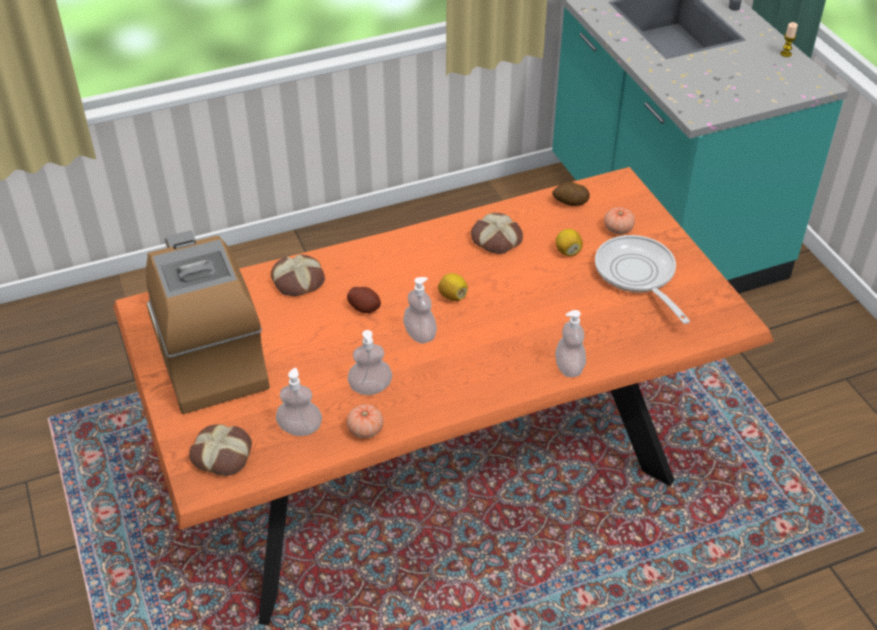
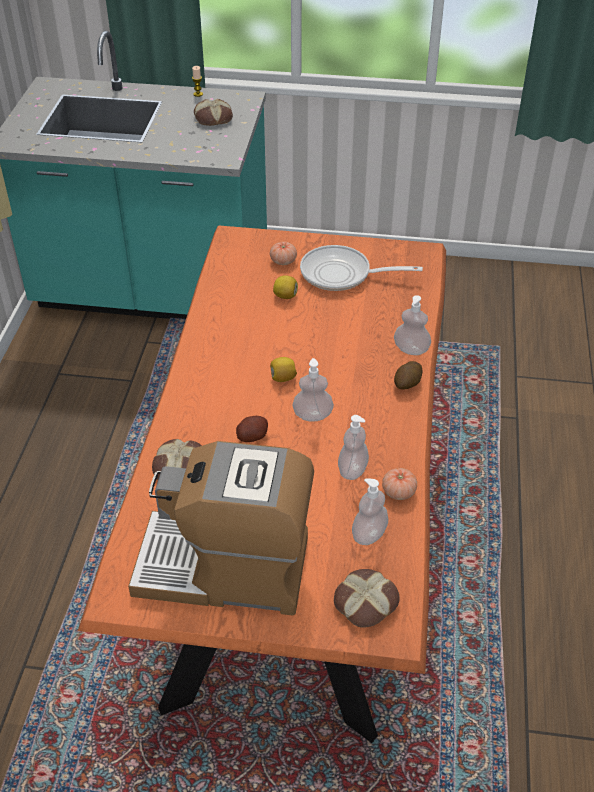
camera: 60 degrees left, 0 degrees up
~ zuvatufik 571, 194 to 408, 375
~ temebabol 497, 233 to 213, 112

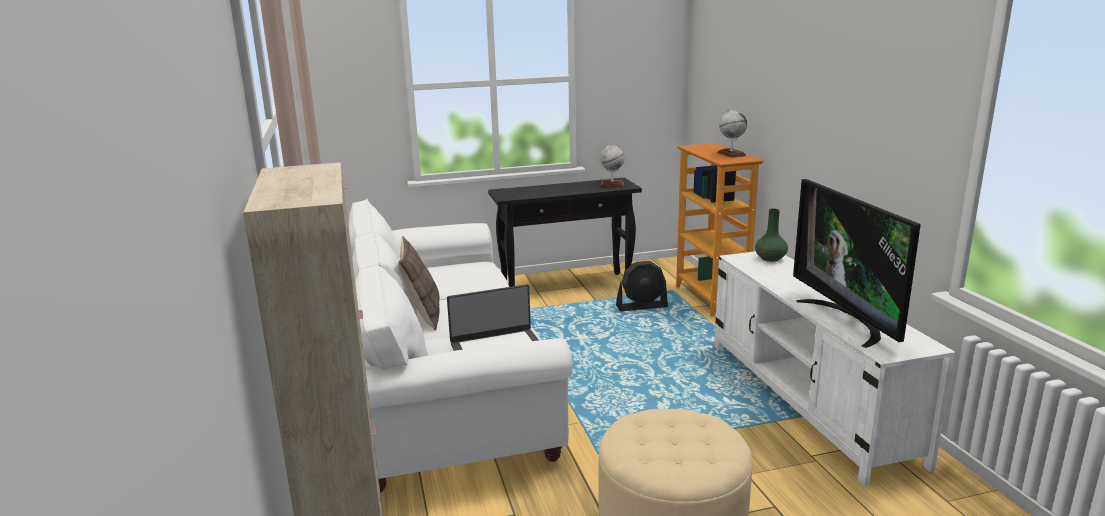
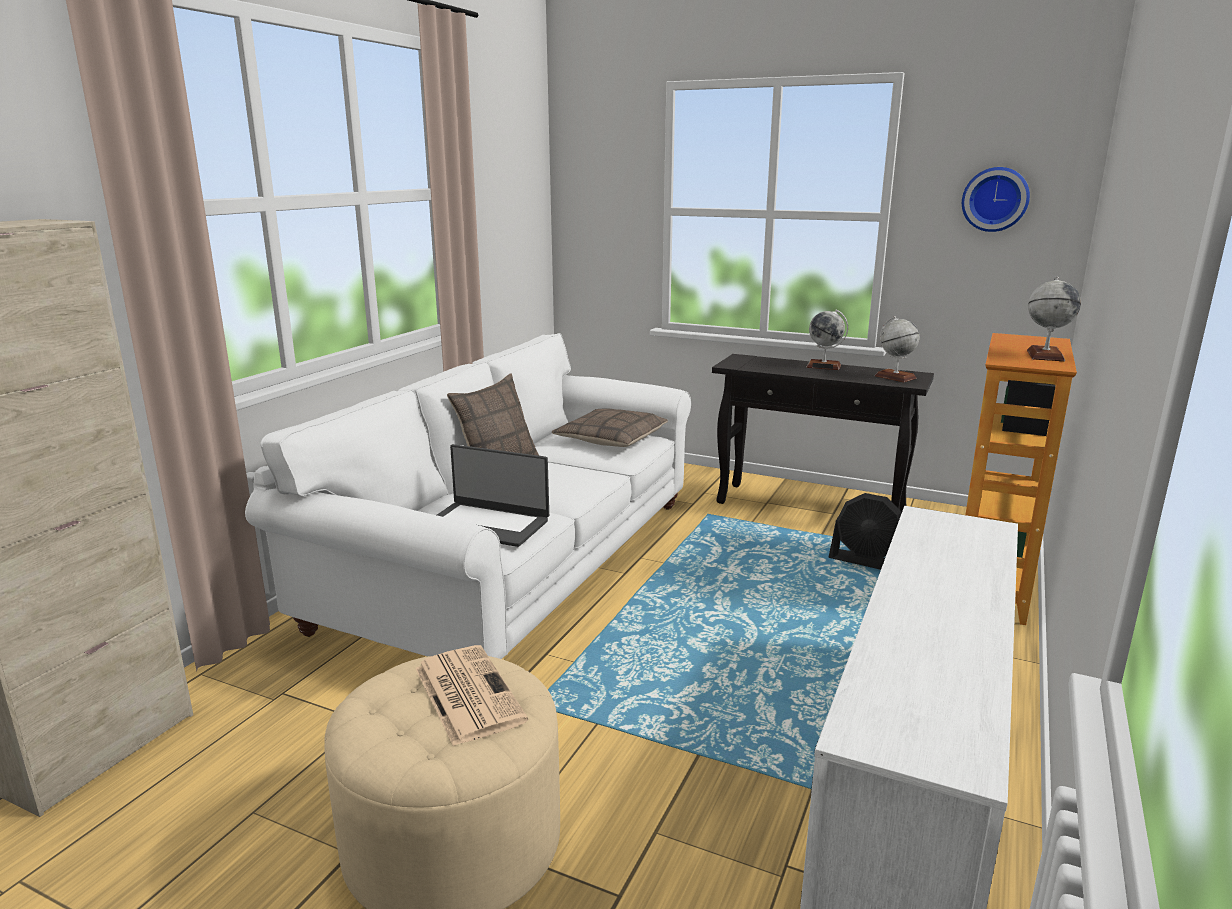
camera: 40 degrees right, 0 degrees up
- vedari 857, 263
- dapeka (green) 771, 235
+ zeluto 996, 199
+ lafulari 827, 340
+ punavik 610, 427
+ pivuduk 471, 695

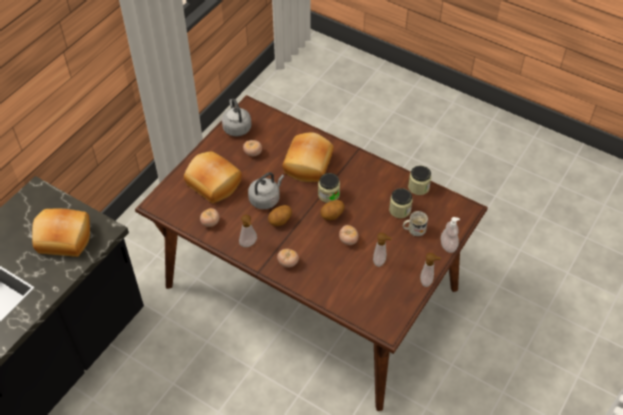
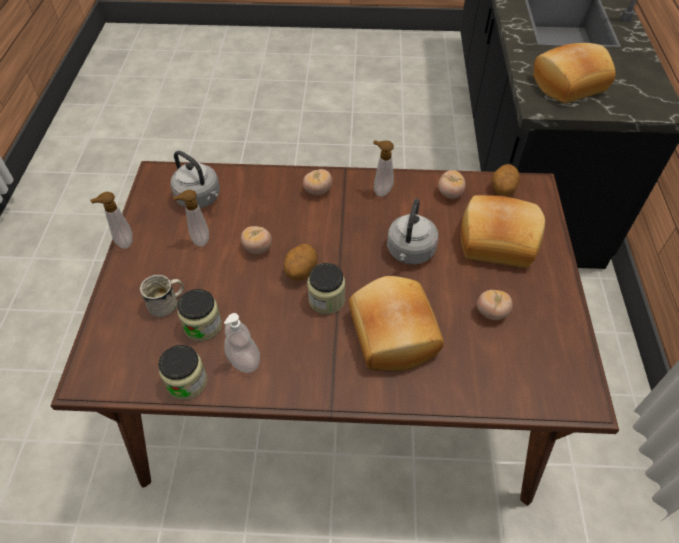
camera: 150 degrees right, 0 degrees up
~ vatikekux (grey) 237, 117 to 195, 179
~ zuvatufik 280, 215 to 506, 180
~ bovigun 450, 235 to 242, 343

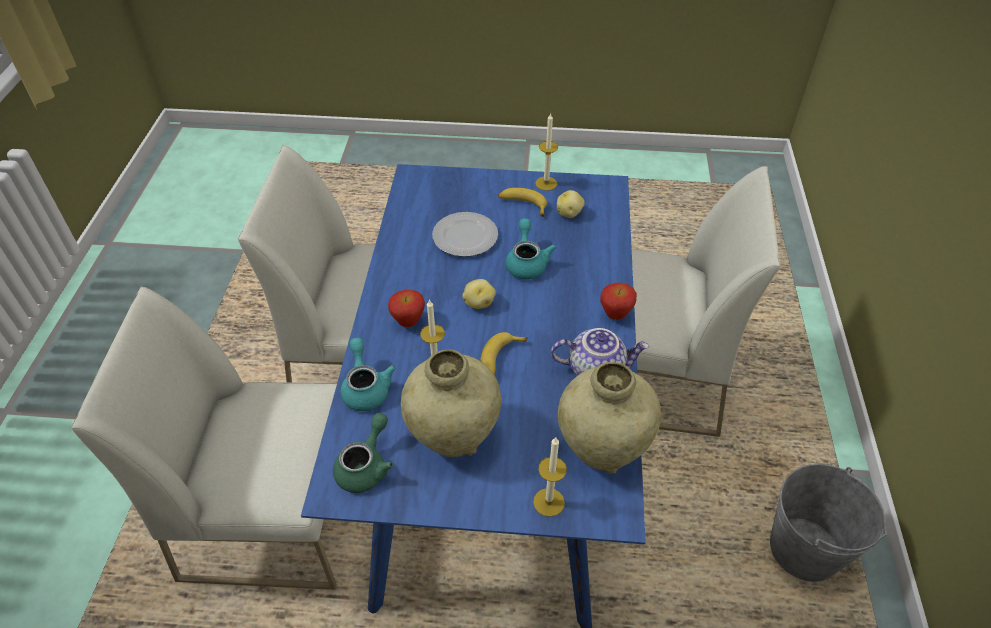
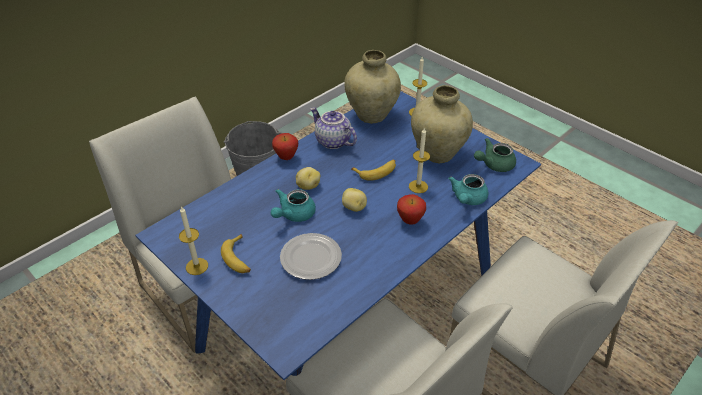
camera: 140 degrees left, 5 degrees down
~ zuvatufik 571, 204 to 308, 178

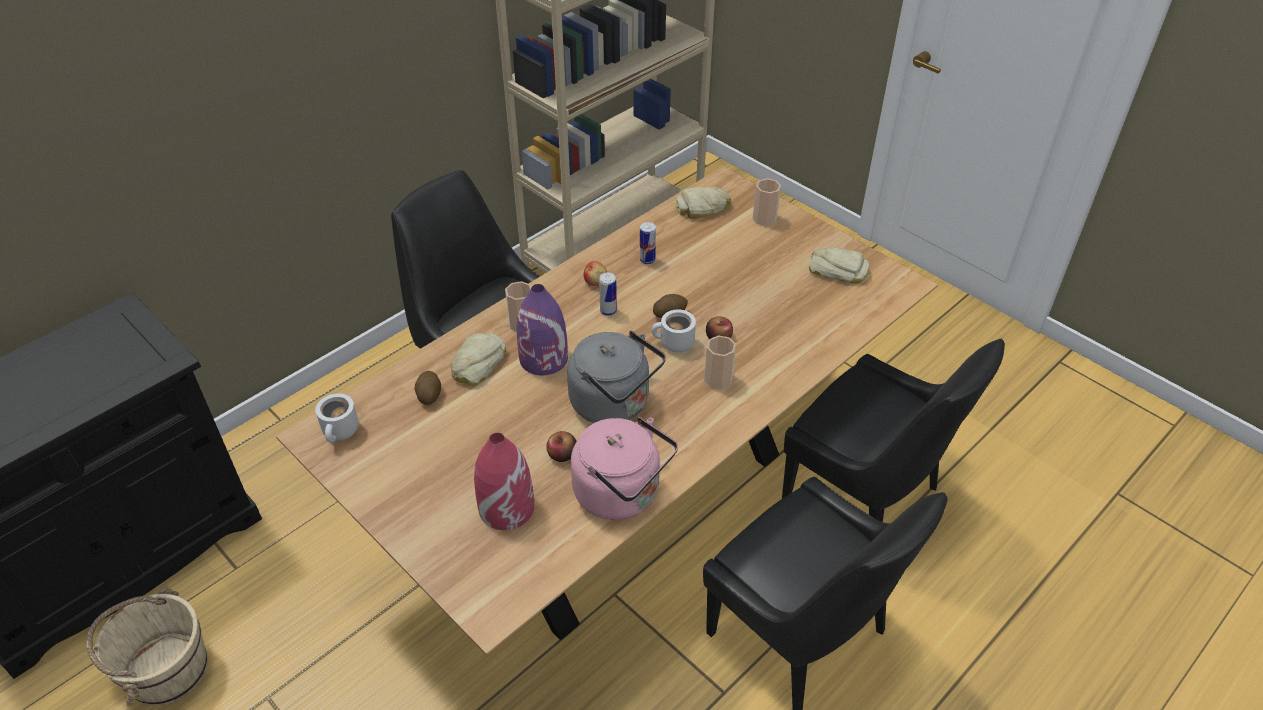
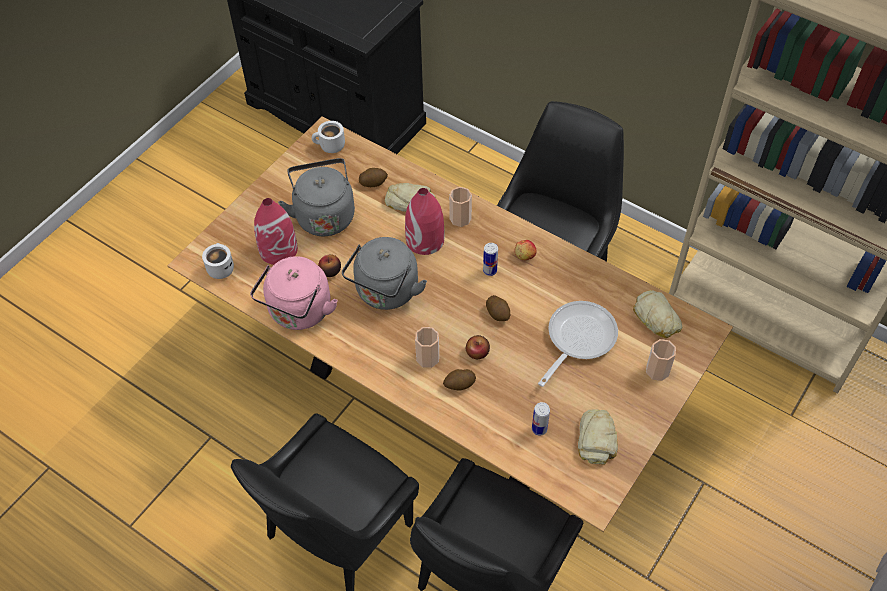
camera: 80 degrees right, 10 degrees up
~ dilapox 648, 243 to 541, 419
~ dapeka (purple) 542, 329 to dapeka (red) 425, 221
~ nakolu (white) 673, 330 to 218, 261
- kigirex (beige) 147, 646
+ vatikekux (grey) 316, 197
+ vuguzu 578, 344
+ zuvatufik 459, 379

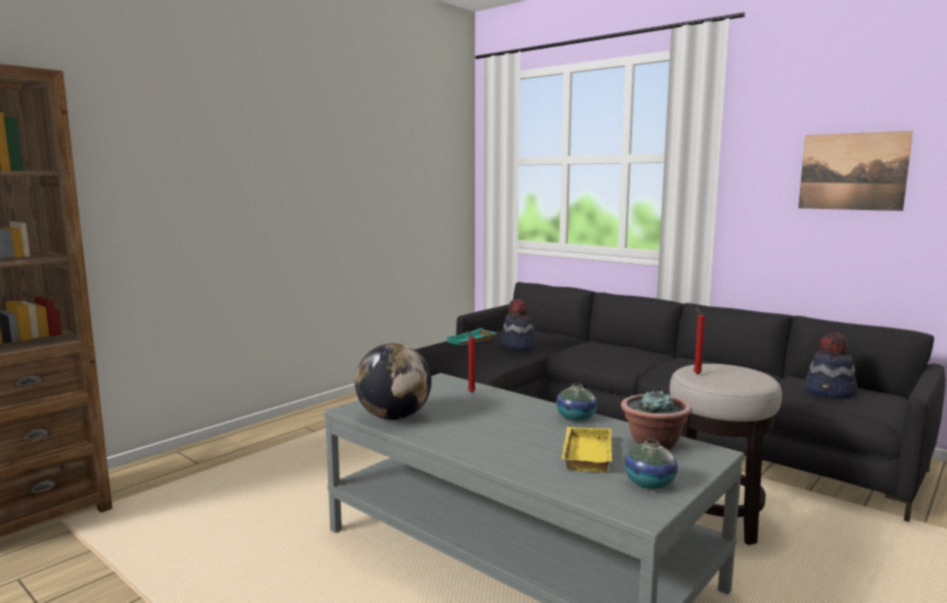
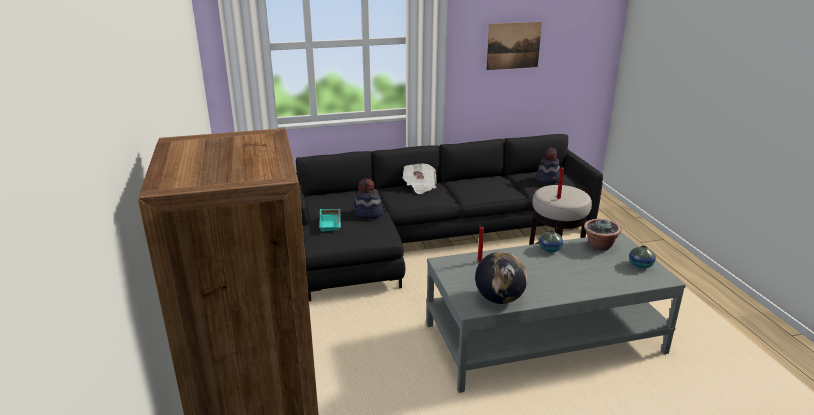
camera: 55 degrees left, 15 degrees up
- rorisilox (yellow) 587, 449
+ pivuduk 419, 179

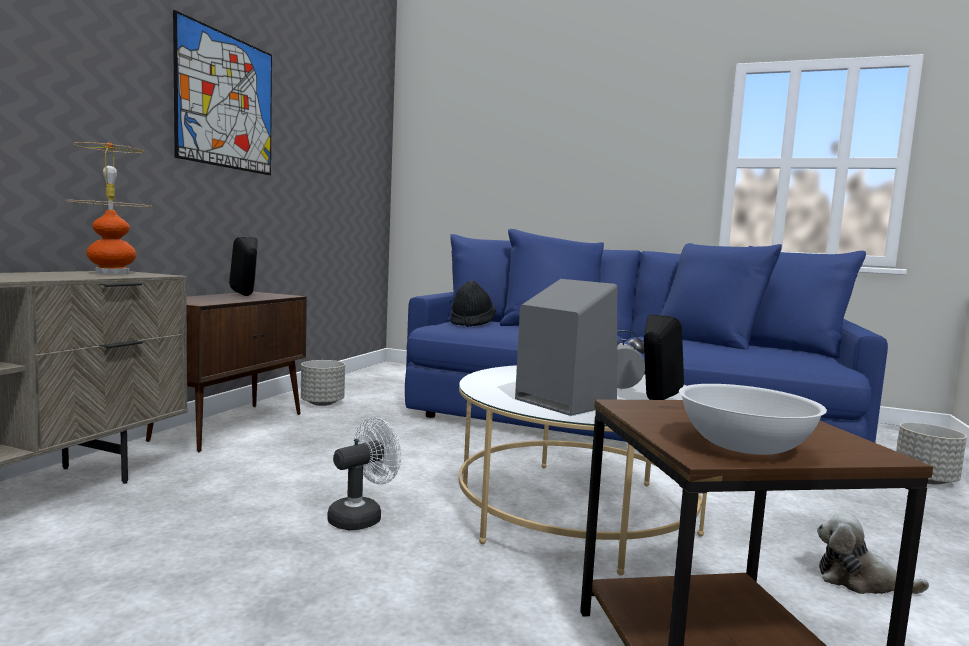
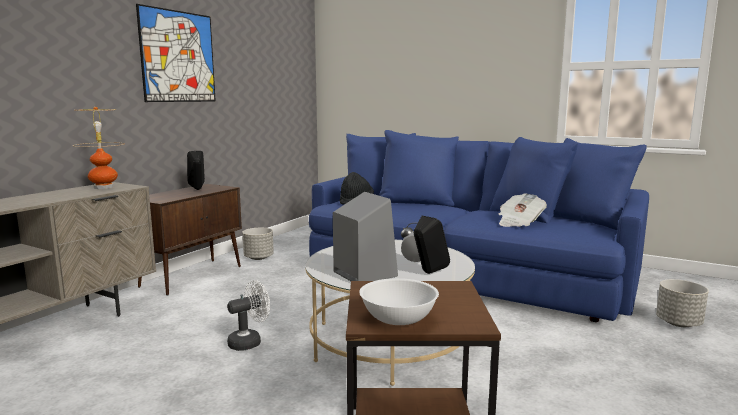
camera: 10 degrees right, 5 degrees up
- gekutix 873, 553
+ pivuduk 522, 210

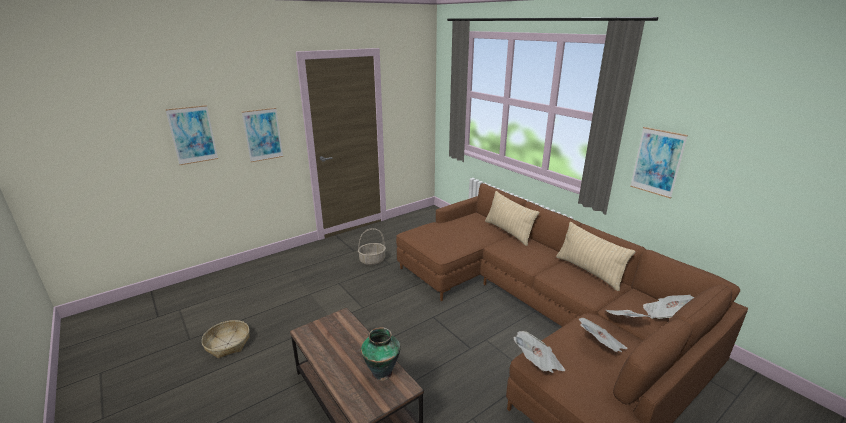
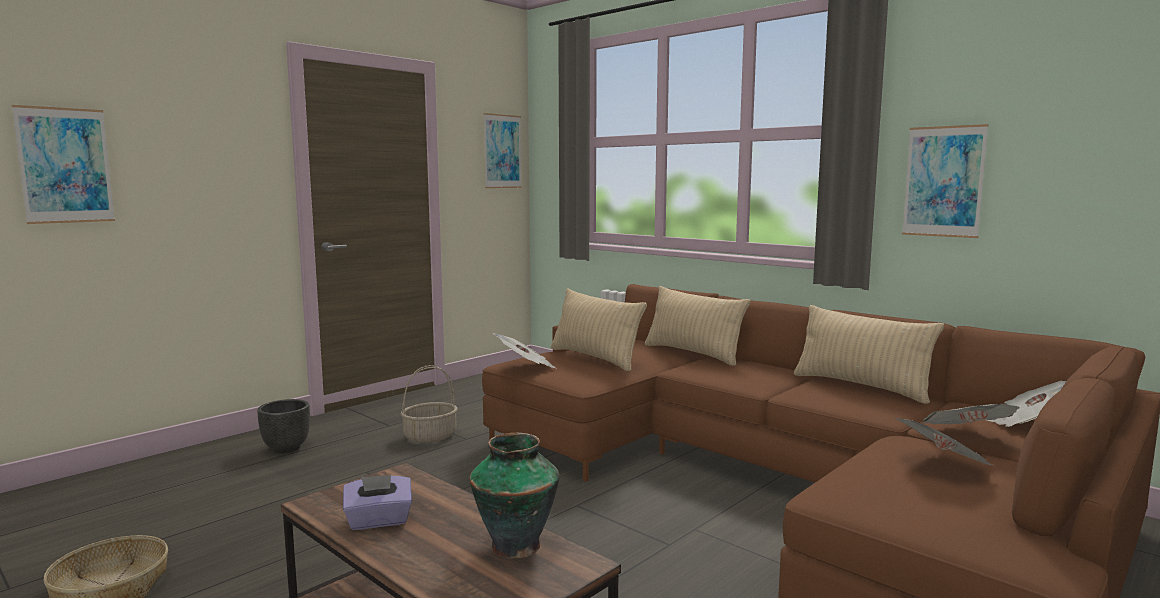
camera: 10 degrees left, 15 degrees down
~ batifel 262, 135 to 502, 150
~ pivuduk 539, 352 to 525, 351
+ punavik (beige) 599, 329
+ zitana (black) 283, 426
+ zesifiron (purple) 377, 502

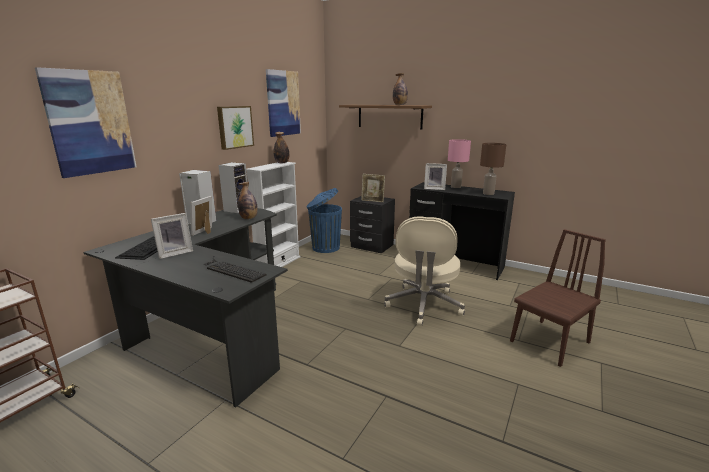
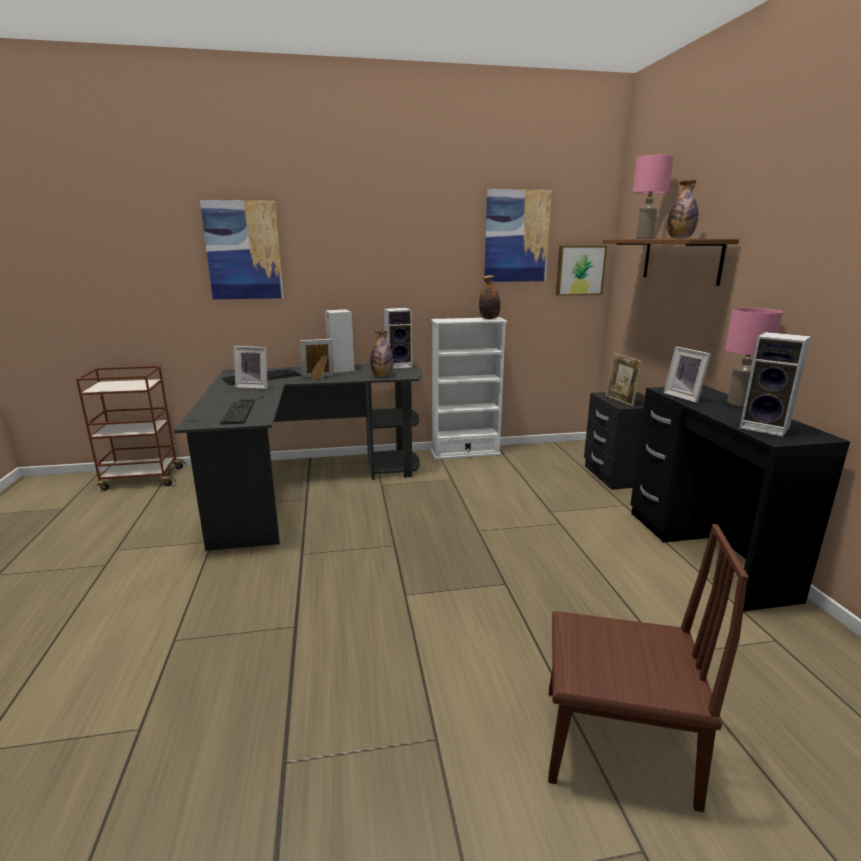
camera: 50 degrees right, 0 degrees up
~ batifel 235, 128 to 581, 271
~ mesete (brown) 493, 169 to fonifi 775, 384
- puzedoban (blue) 324, 220
- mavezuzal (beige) 424, 271
+ mesete (pink) 653, 197

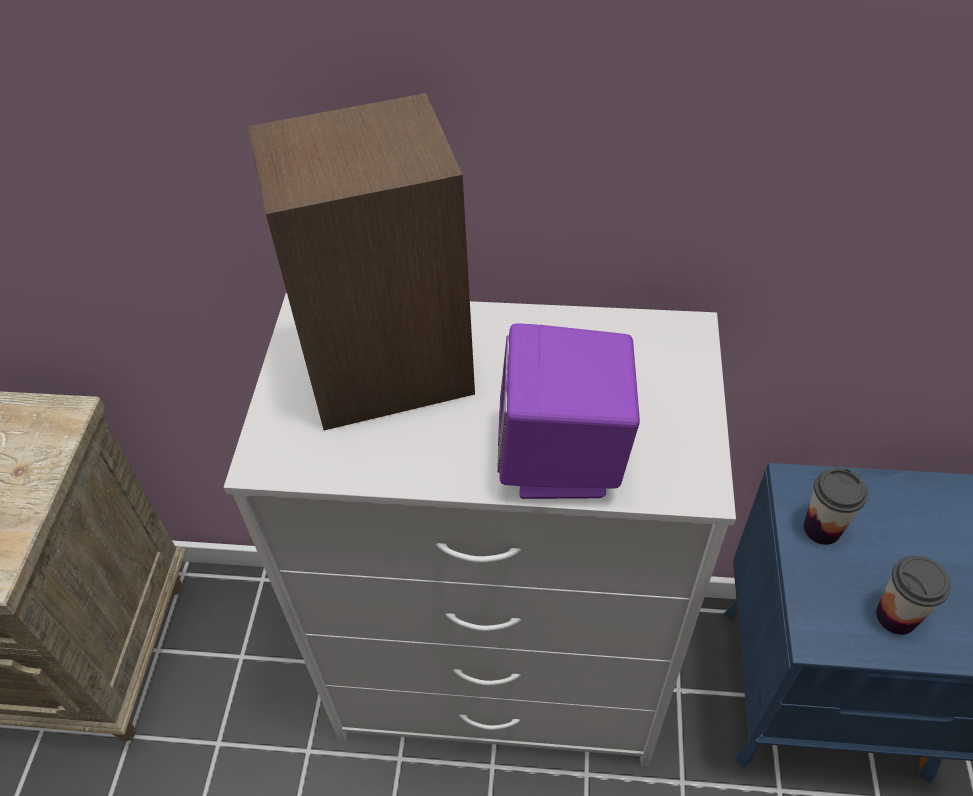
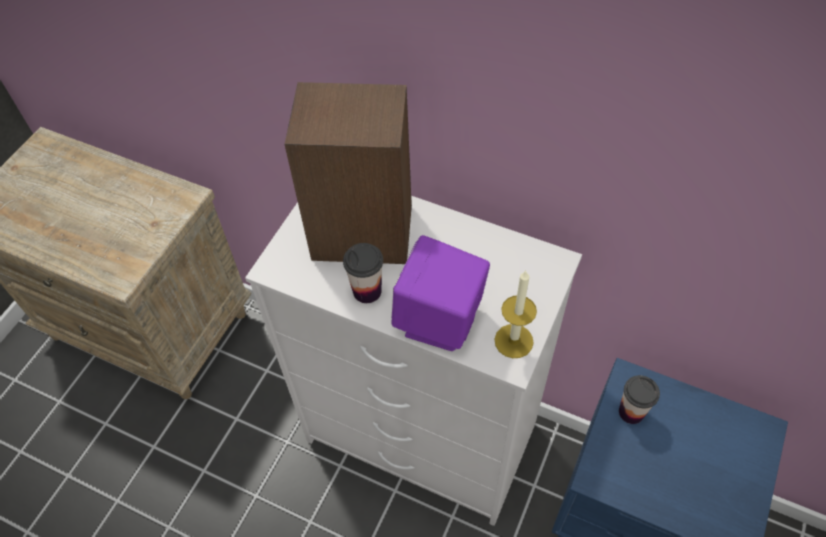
camera: 20 degrees right, 5 degrees up
~ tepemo 913, 595 to 363, 273
+ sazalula 516, 314

